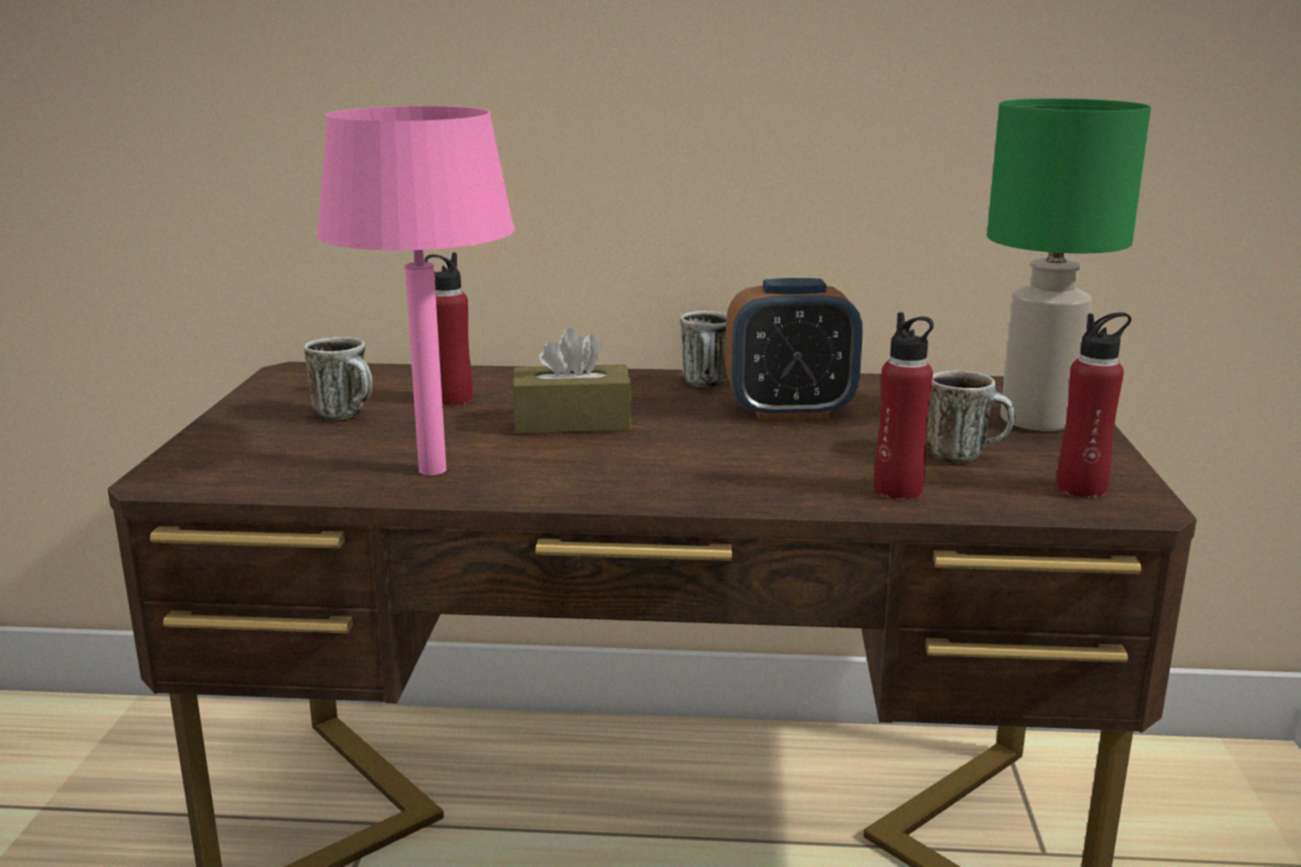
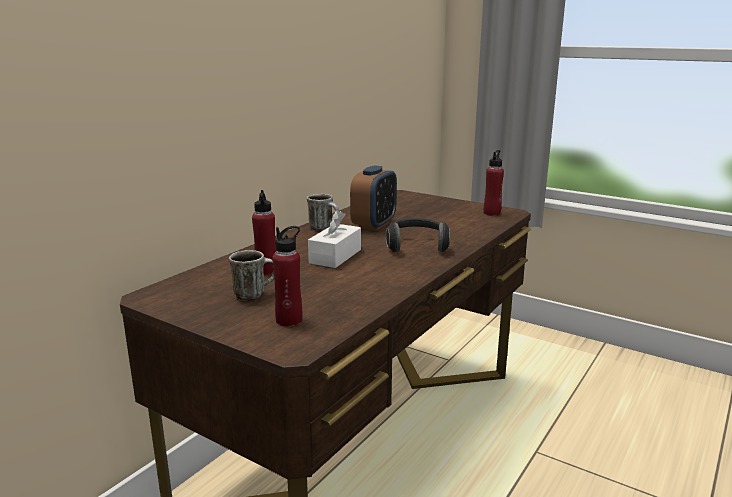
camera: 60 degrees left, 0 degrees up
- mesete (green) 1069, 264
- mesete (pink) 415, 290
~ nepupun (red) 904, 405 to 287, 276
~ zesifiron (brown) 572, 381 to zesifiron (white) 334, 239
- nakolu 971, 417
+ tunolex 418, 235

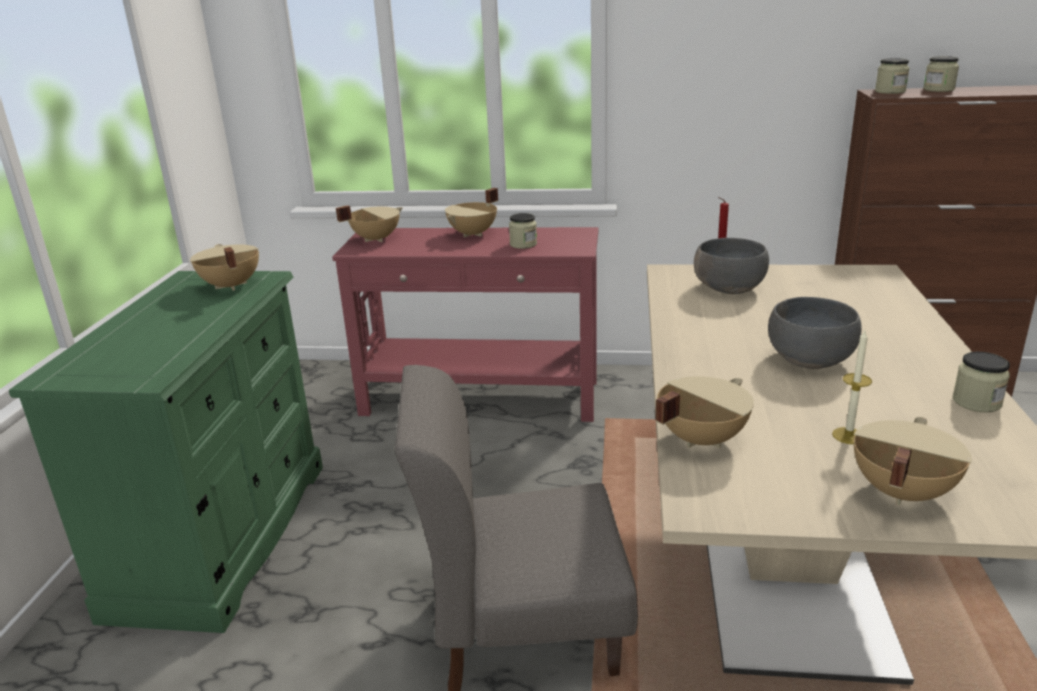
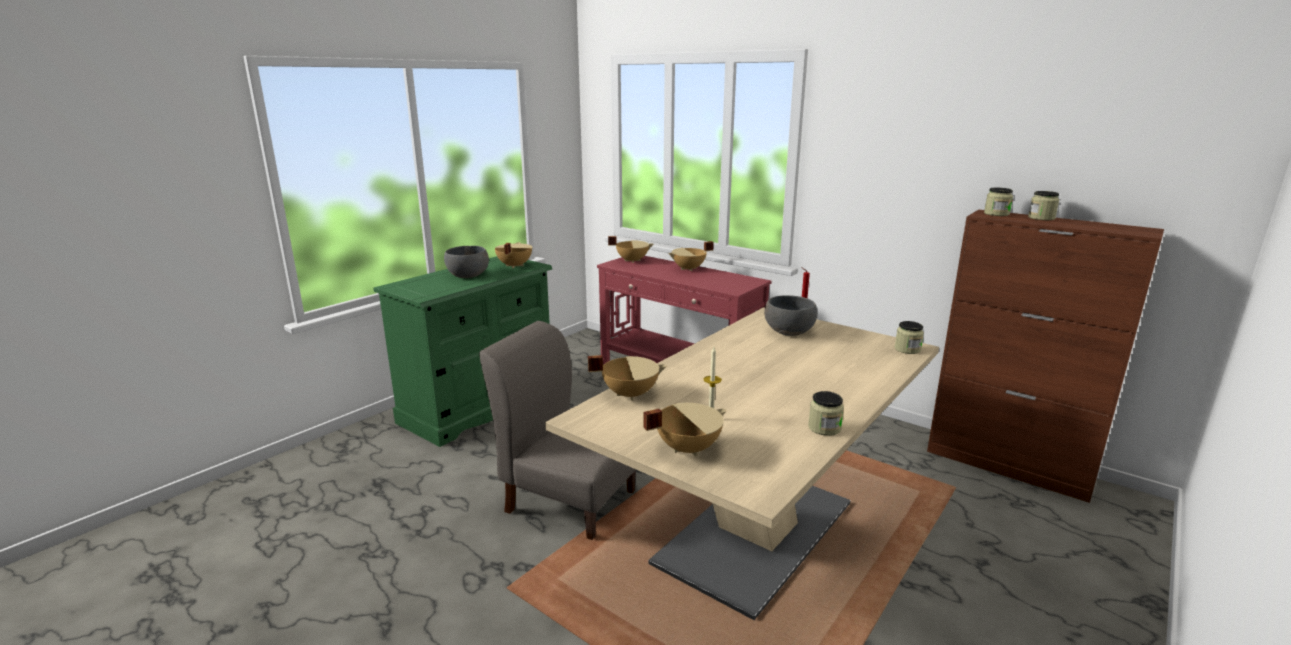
camera: 30 degrees right, 5 degrees down
~ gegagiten 523, 231 to 909, 337
~ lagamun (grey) 815, 333 to 466, 262

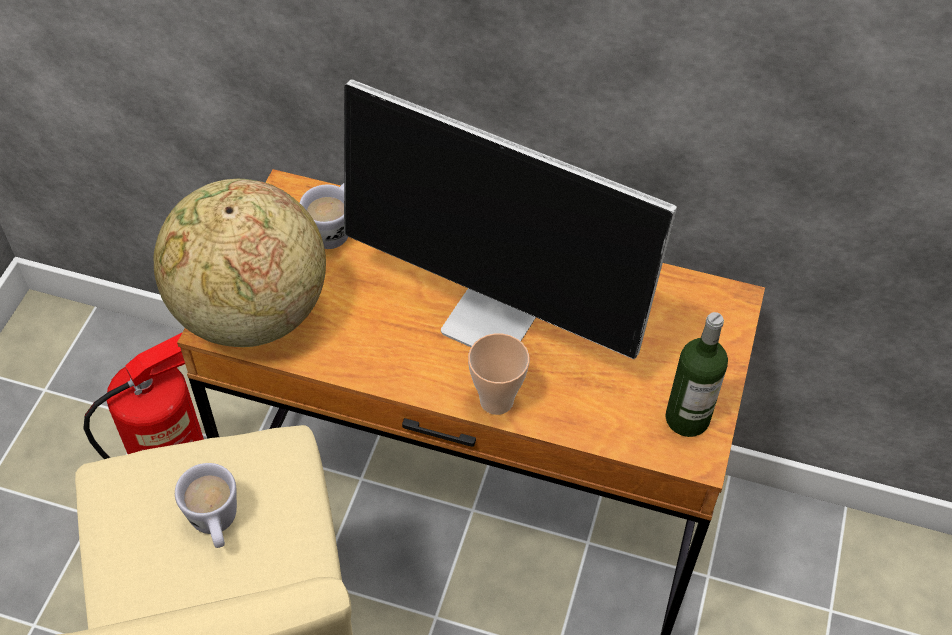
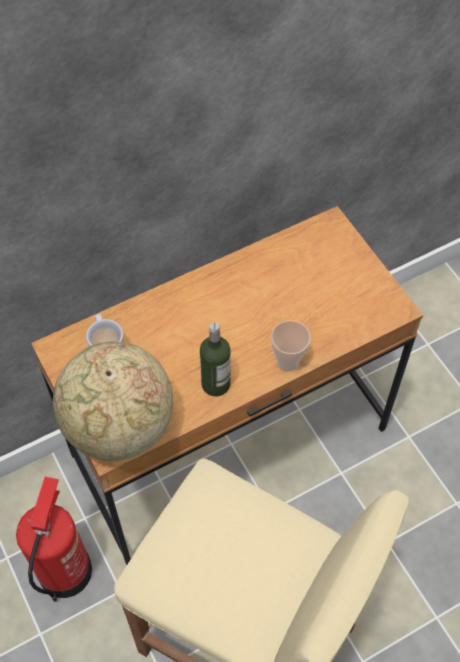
camera: 45 degrees left, 5 degrees up
- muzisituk 510, 219
~ nepupun 696, 374 to 215, 359
- nakolu (white) 206, 505

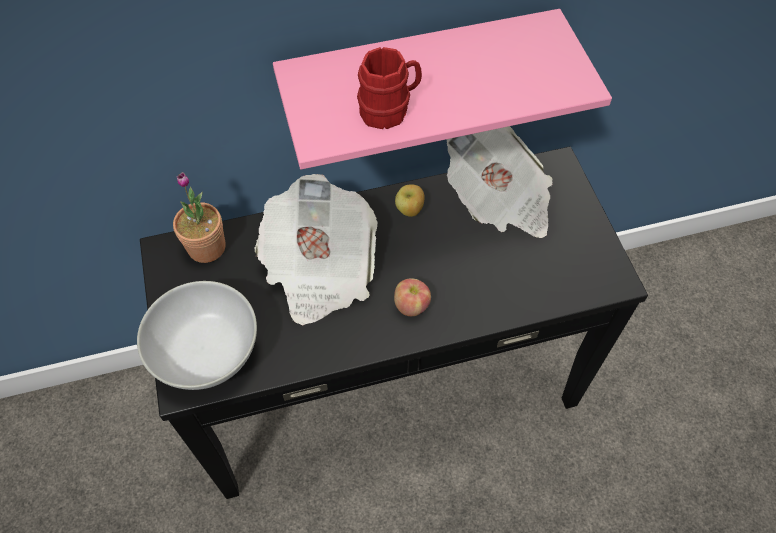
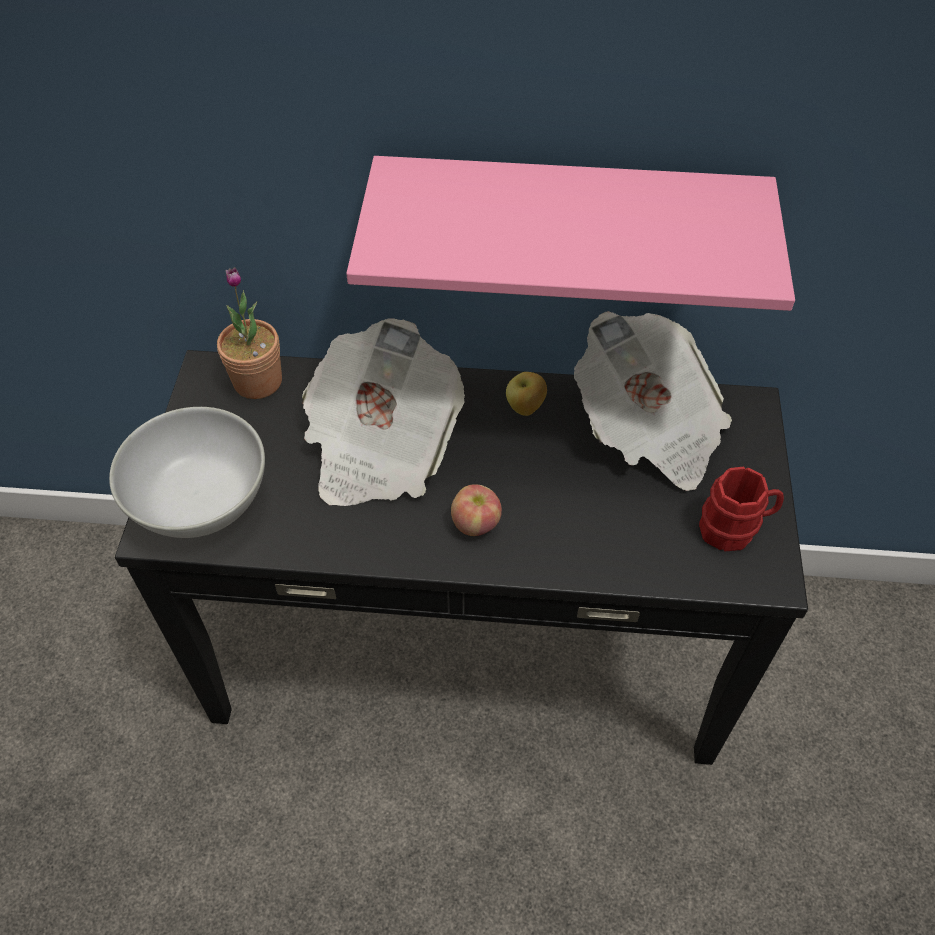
camera: 20 degrees right, 5 degrees down
~ nakolu (red) 389, 88 to 741, 508

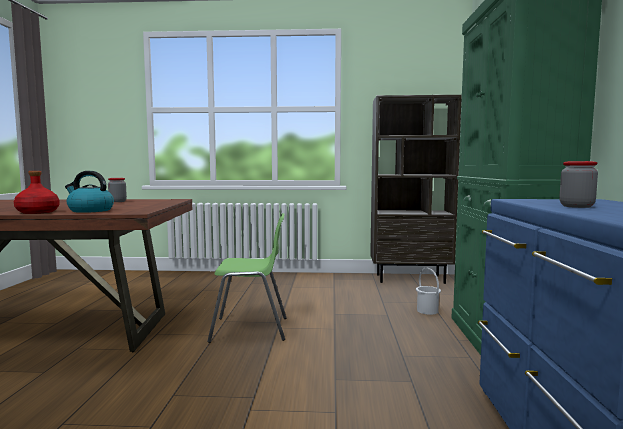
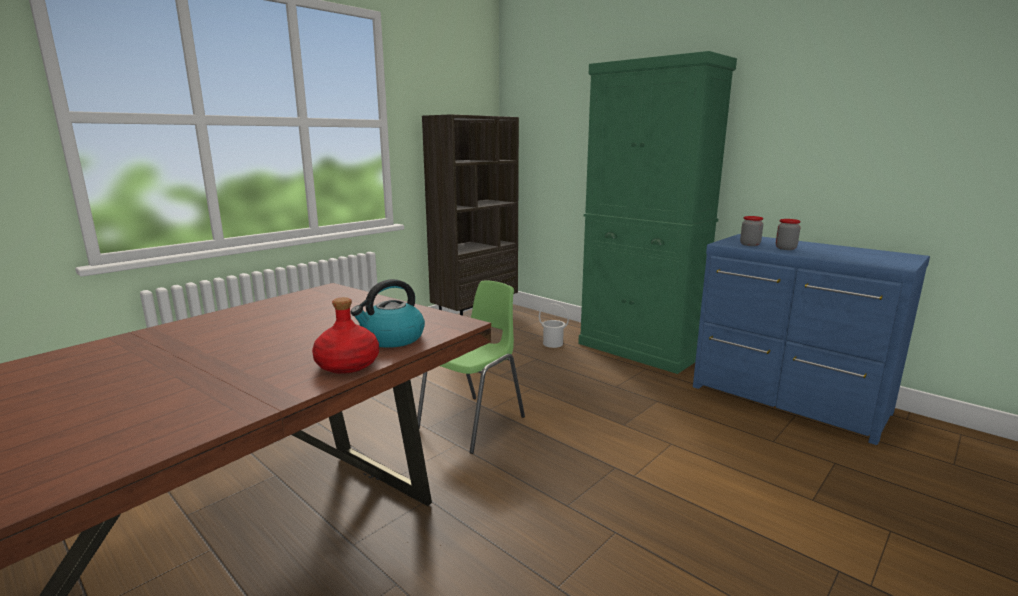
camera: 50 degrees left, 10 degrees up
~ gegagiten 117, 190 to 751, 231

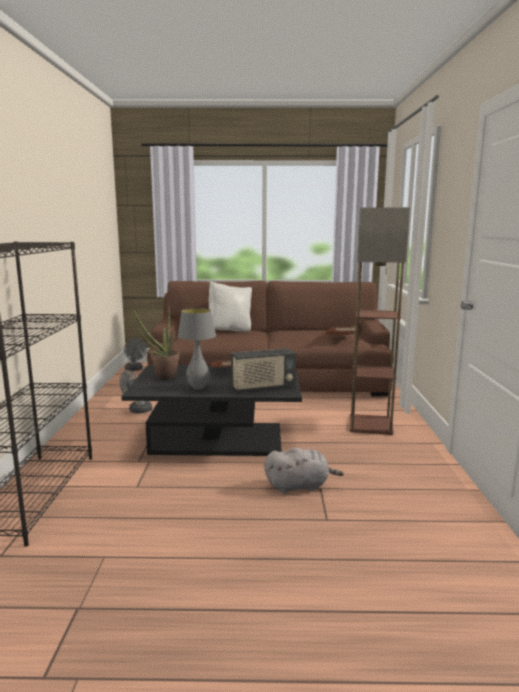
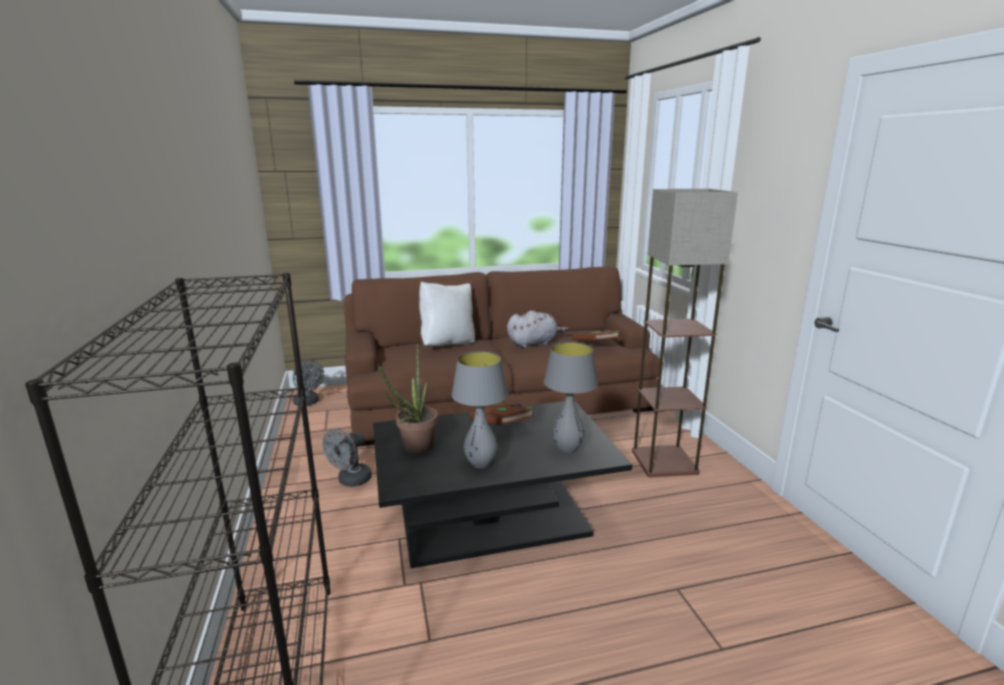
camera: 15 degrees left, 5 degrees up
~ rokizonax 263, 370 to mesete (grey) 571, 398
~ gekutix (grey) 304, 470 to 538, 329

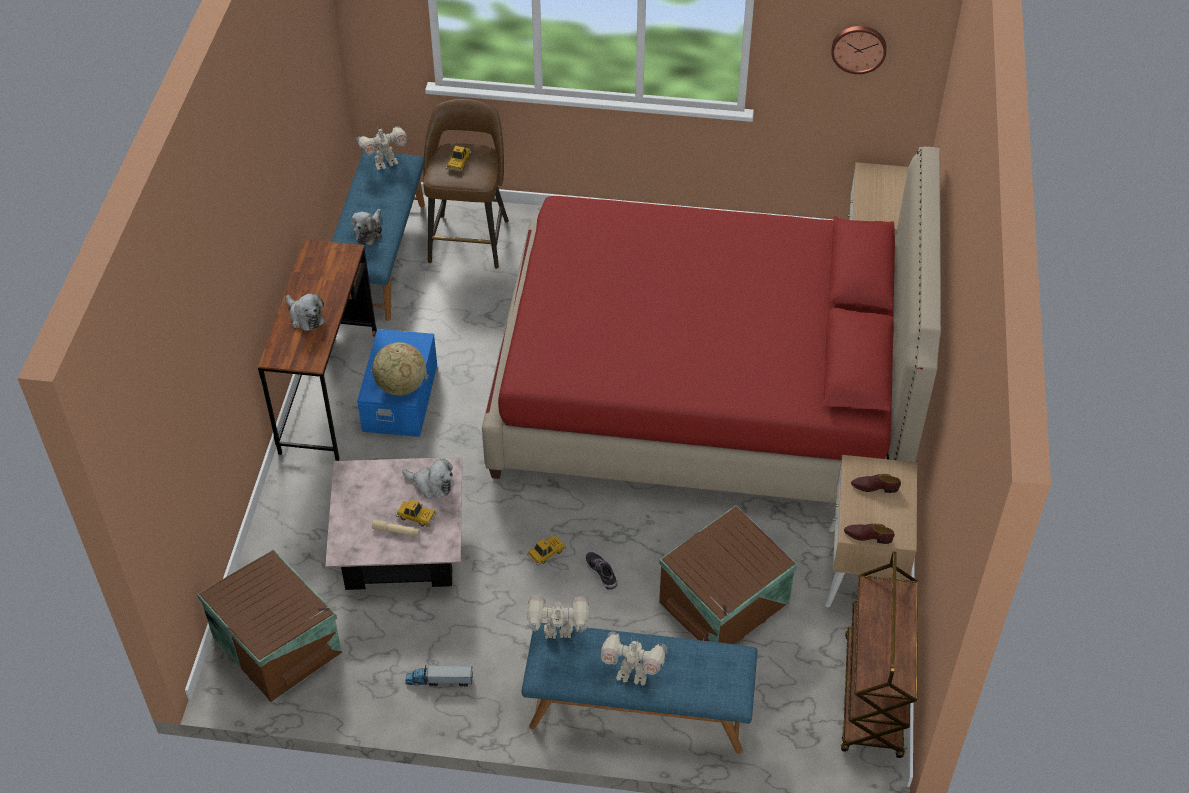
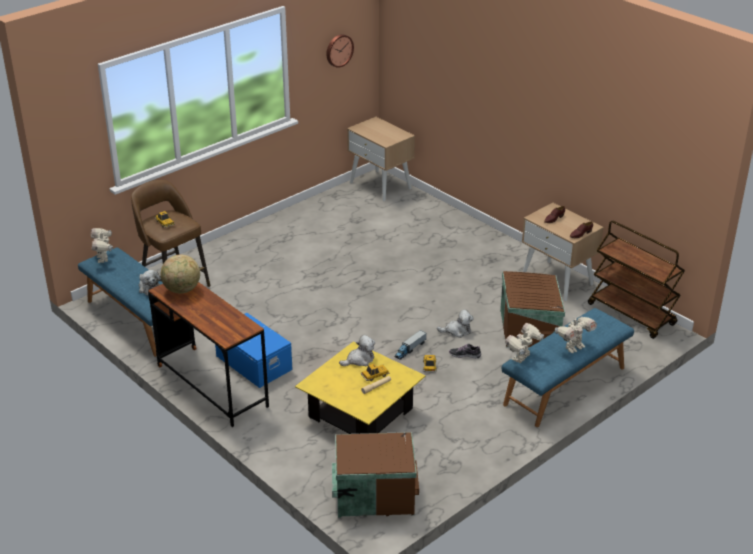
camera: 50 degrees left, 15 degrees down
~ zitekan 381, 147 = 102, 245 150 degrees clockwise
- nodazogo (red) 711, 325
~ gekutix 305, 312 to 455, 323
~ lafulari 399, 369 to 180, 273
~ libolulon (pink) 393, 523 to libolulon (yellow) 360, 387
~ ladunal 439, 676 to 410, 345

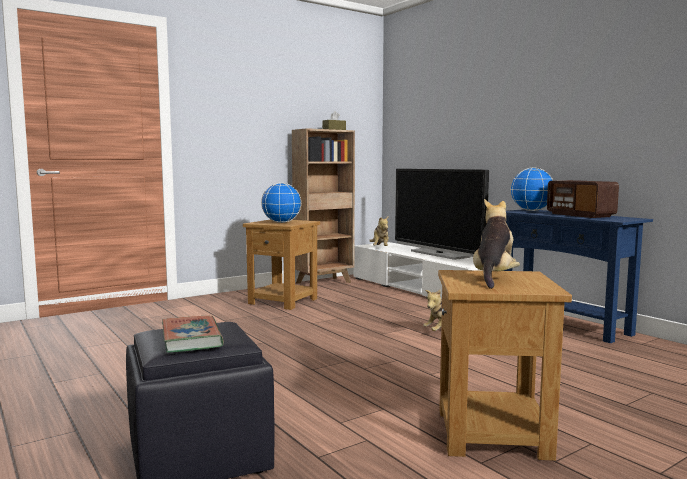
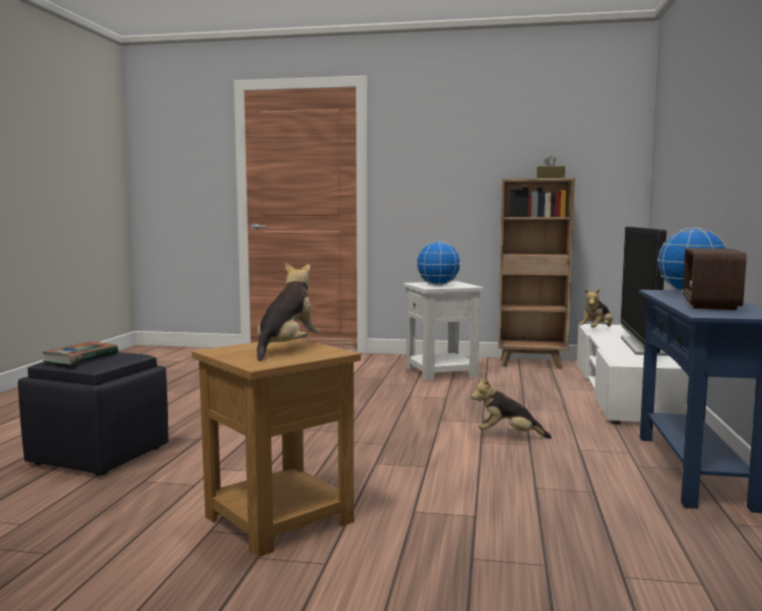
camera: 45 degrees right, 0 degrees up
~ gekutix 496, 244 = 288, 311 45 degrees counterclockwise
~ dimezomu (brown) 281, 265 to dimezomu (white) 443, 331

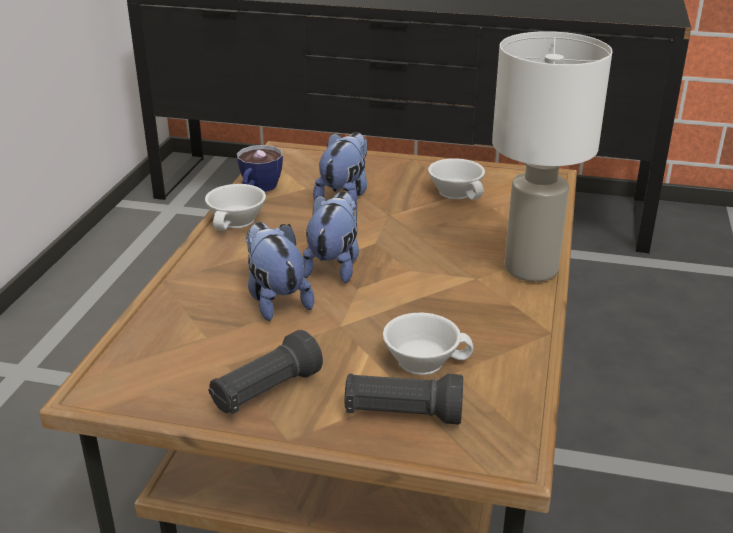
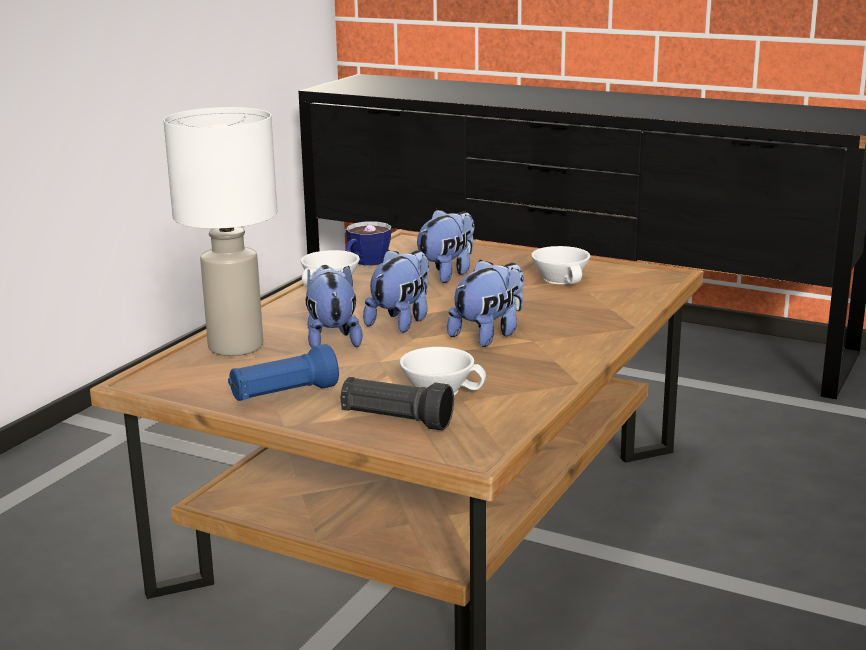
camera: 15 degrees right, 10 degrees down
~ mesete (white) 552, 156 to 220, 231
~ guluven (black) 265, 372 to guluven (blue) 283, 372
+ gekutix 485, 303

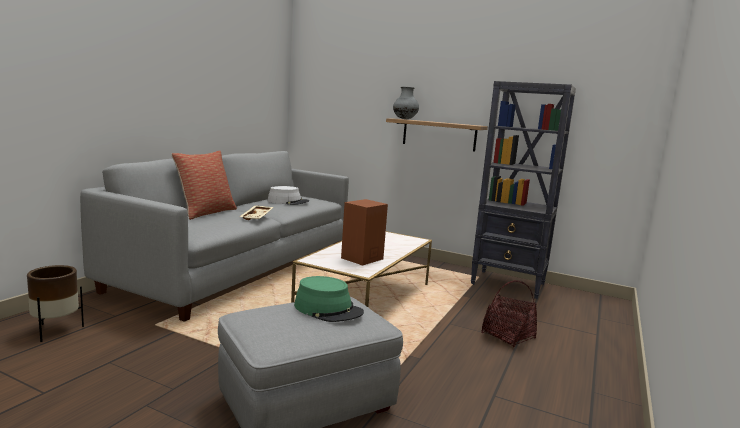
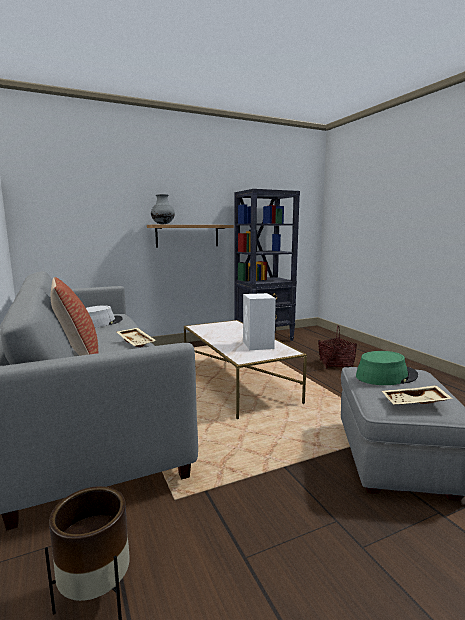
camera: 50 degrees left, 0 degrees up
~ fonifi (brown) 364, 232 to fonifi (white) 259, 321
+ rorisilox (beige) 417, 395

